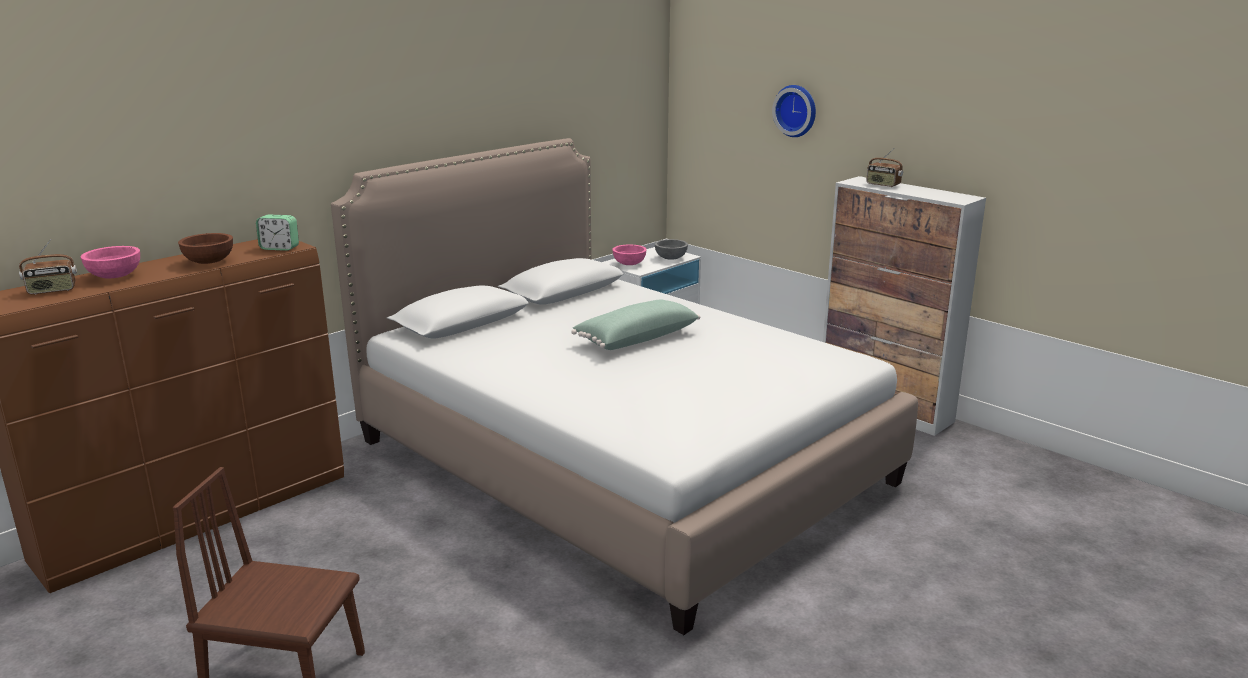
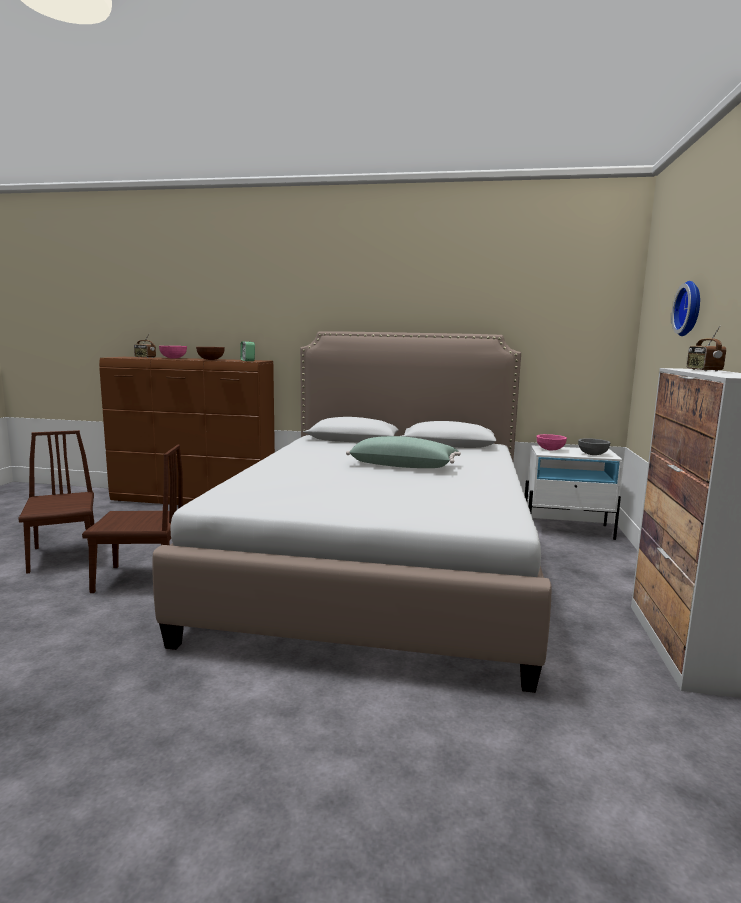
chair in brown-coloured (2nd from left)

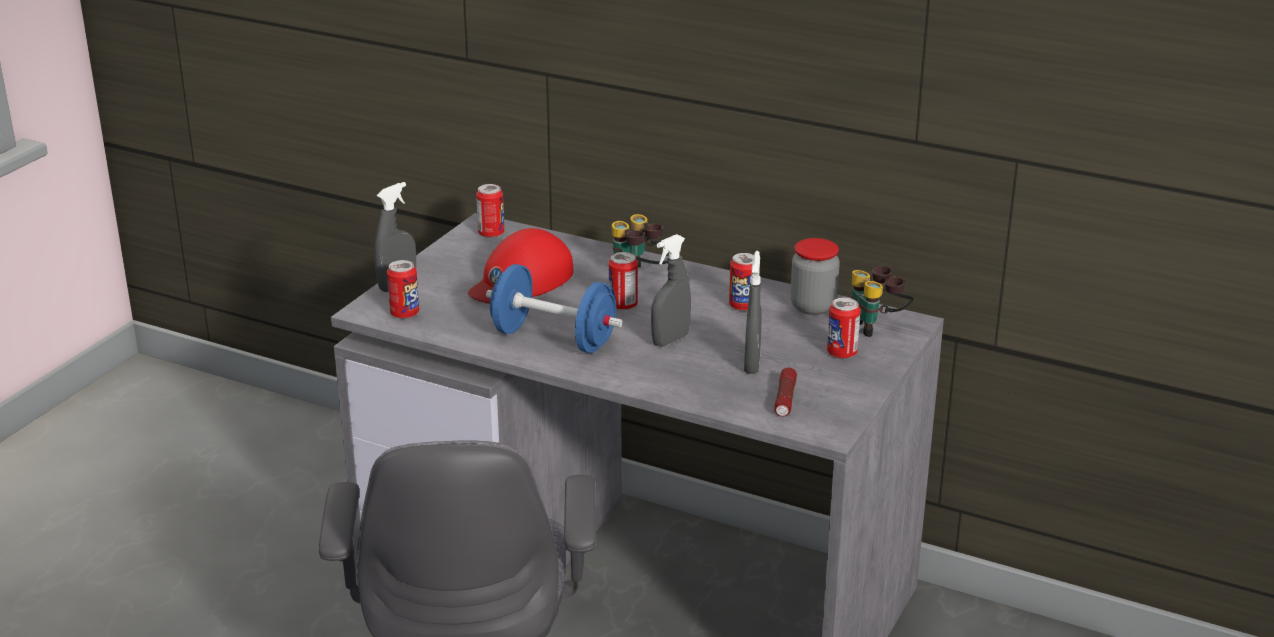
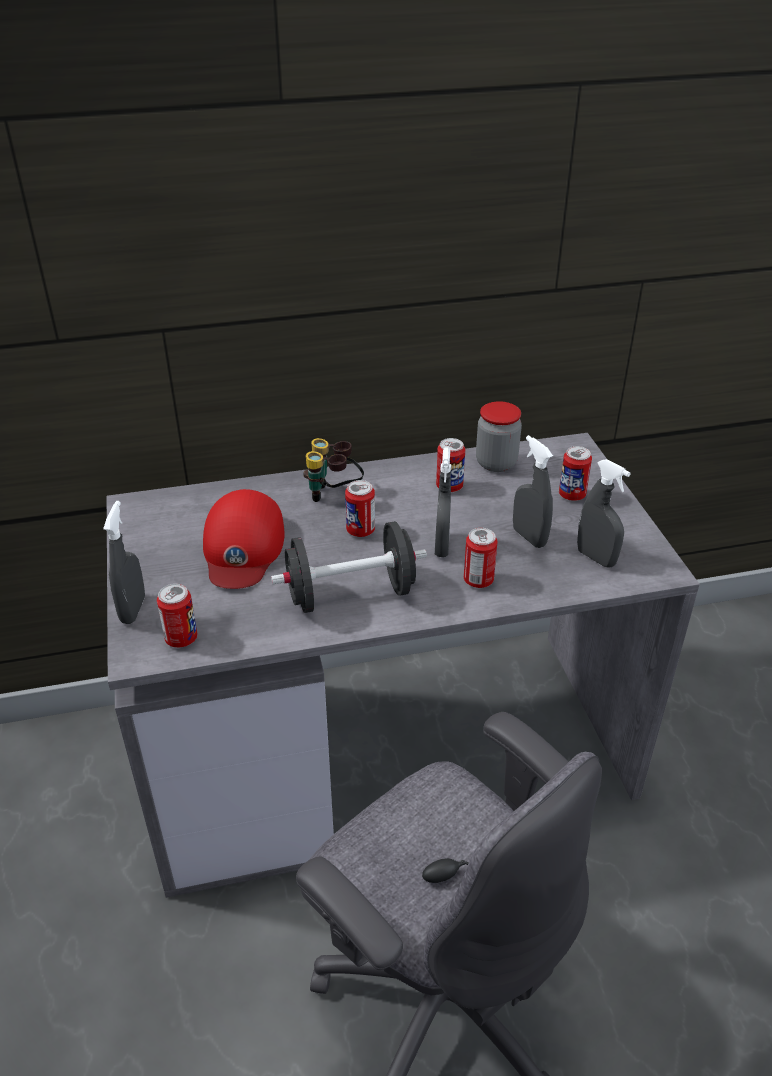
binoculars (2nd from left in the first image); can (4th from left); spray bottle in greyish (4th from left); hand weight in black-coloured

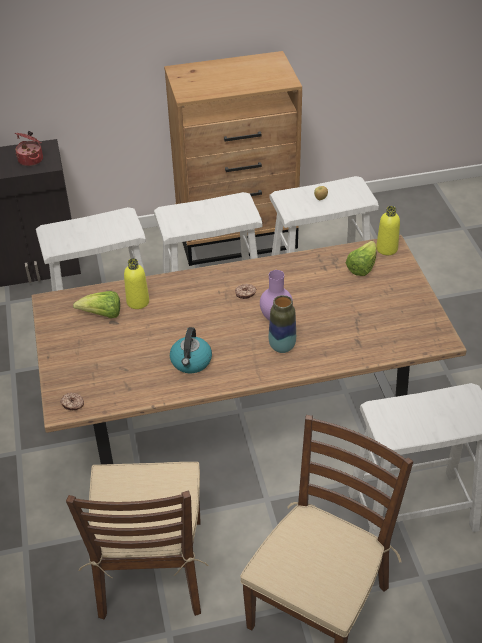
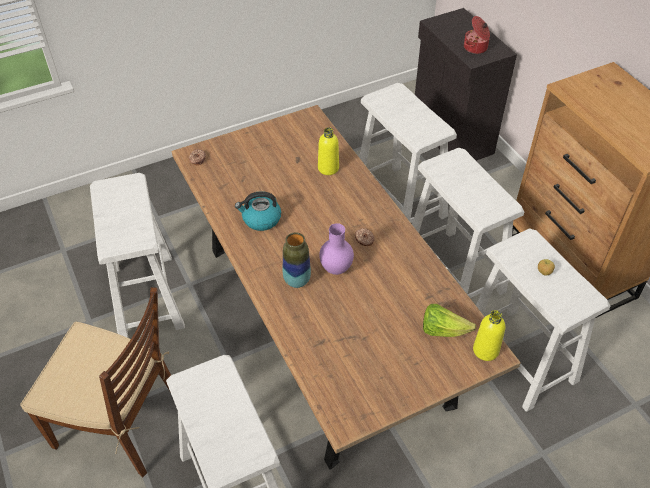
head of lettuce (1st from left in the first image); sitting stool in white (1st from left)

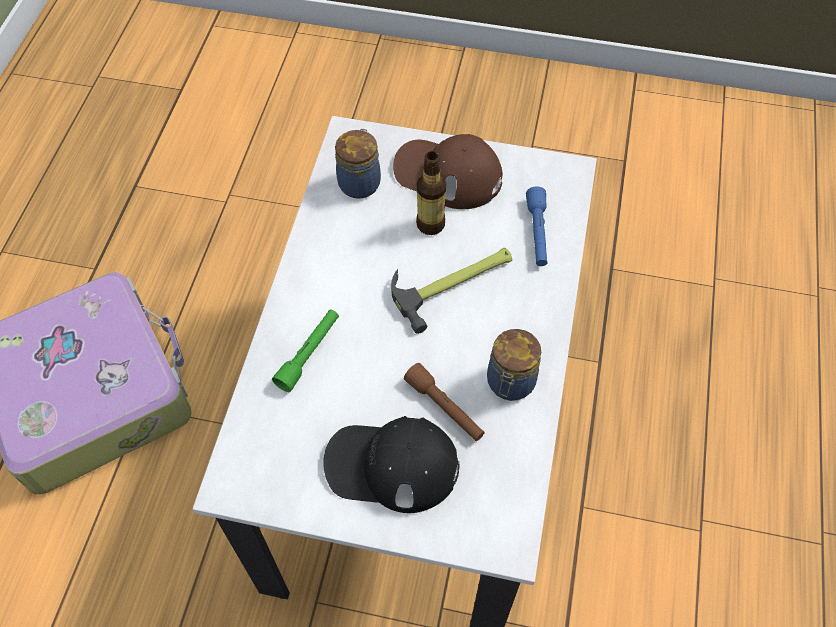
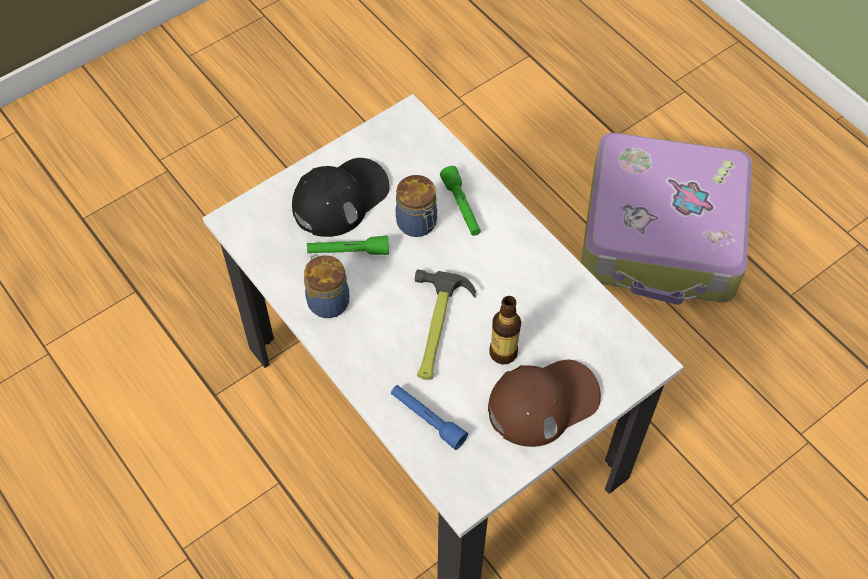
storage jar (2nd from left); flashlight in green-coloured (1st from left)

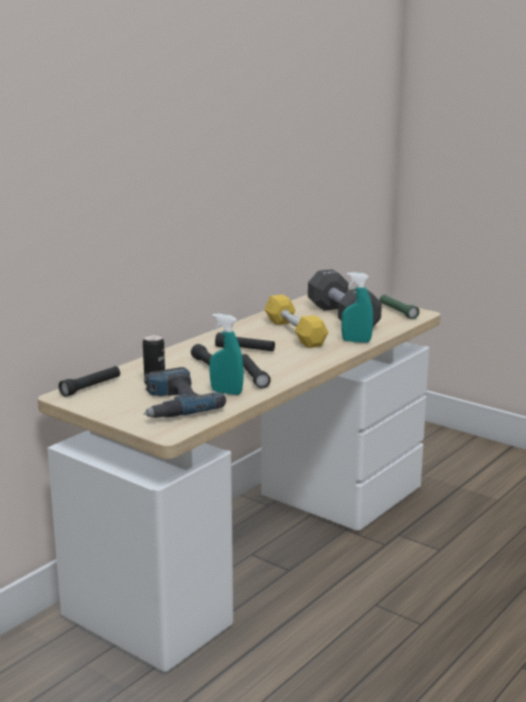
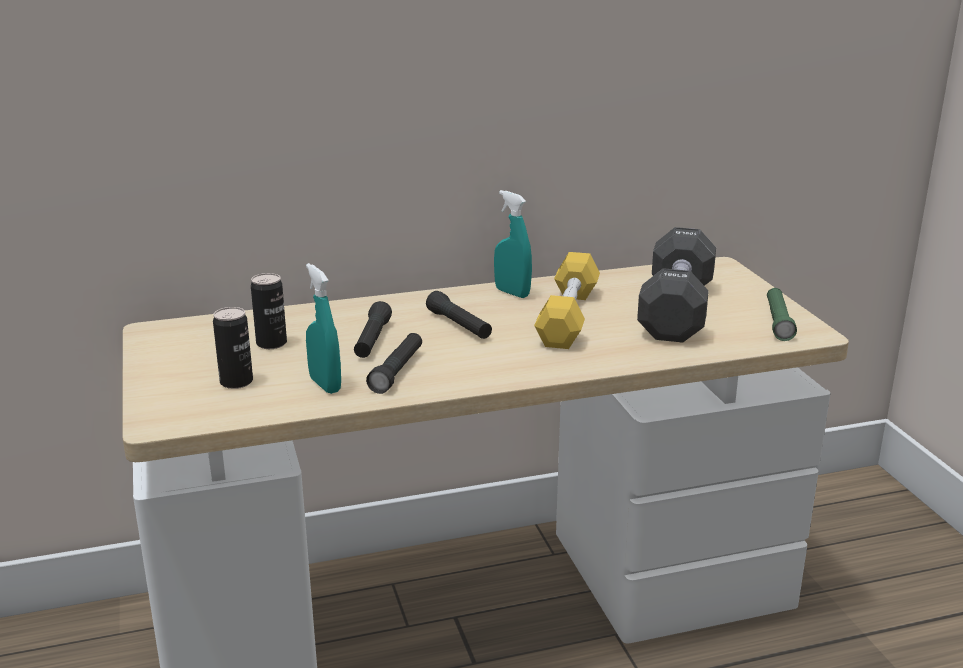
flashlight in black-coloured (1st from left in the first image); spray bottle in turquoise-coloured (2nd from left); can (1st from left)

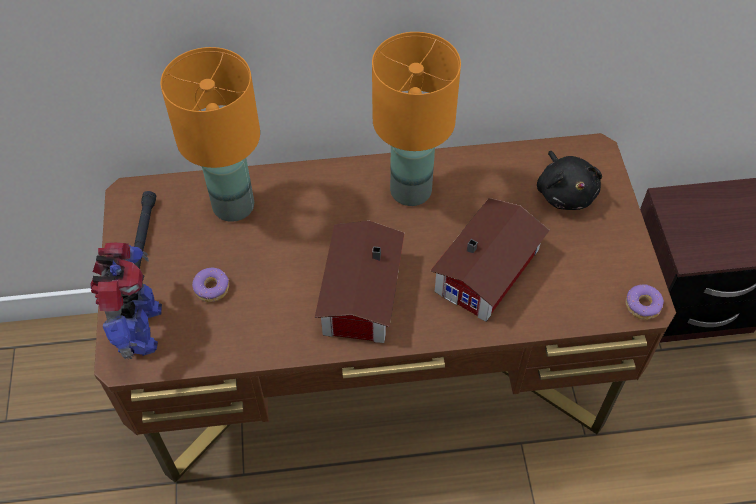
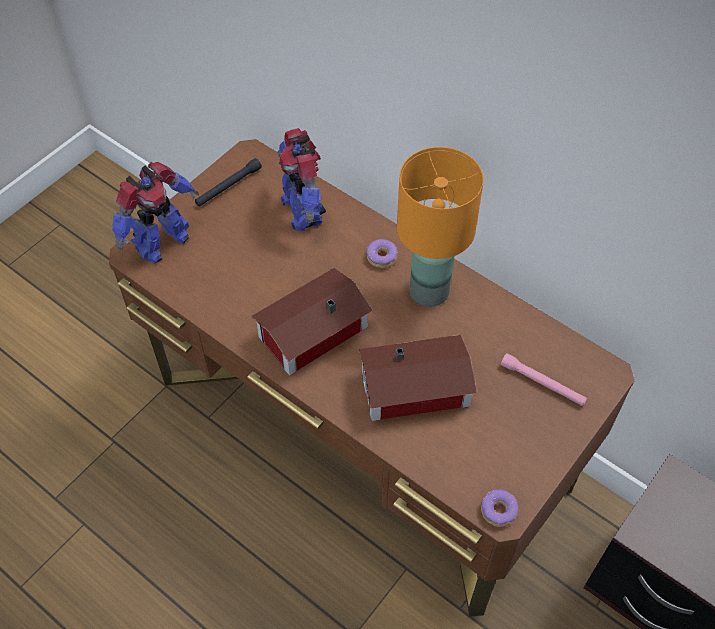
ring doughnut (1st from left); robot figure (2nd from left); flashlight in pink-coloured

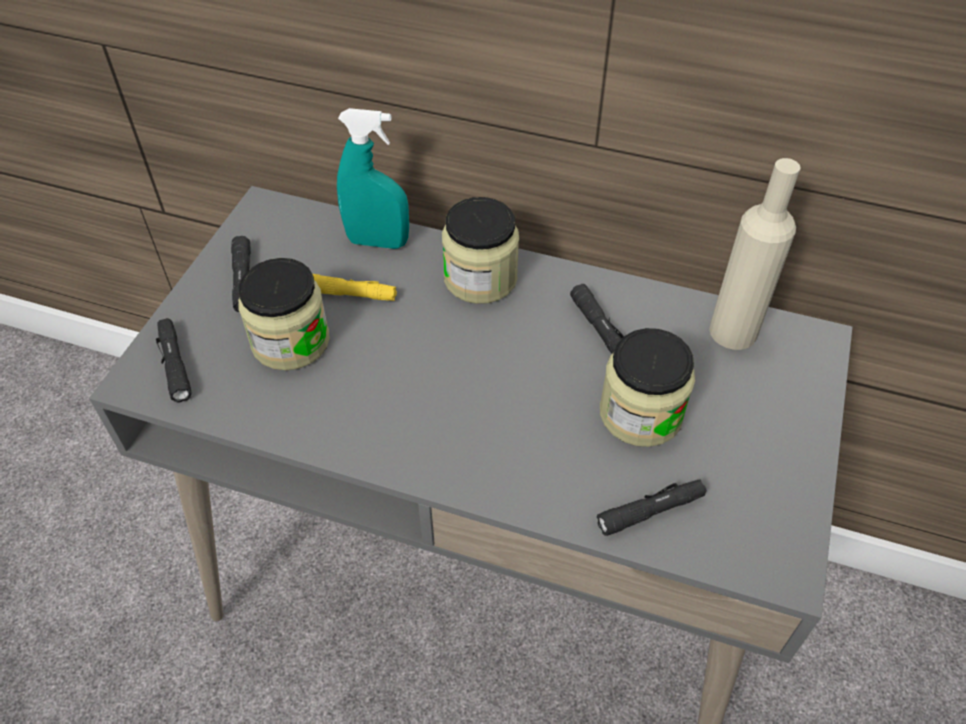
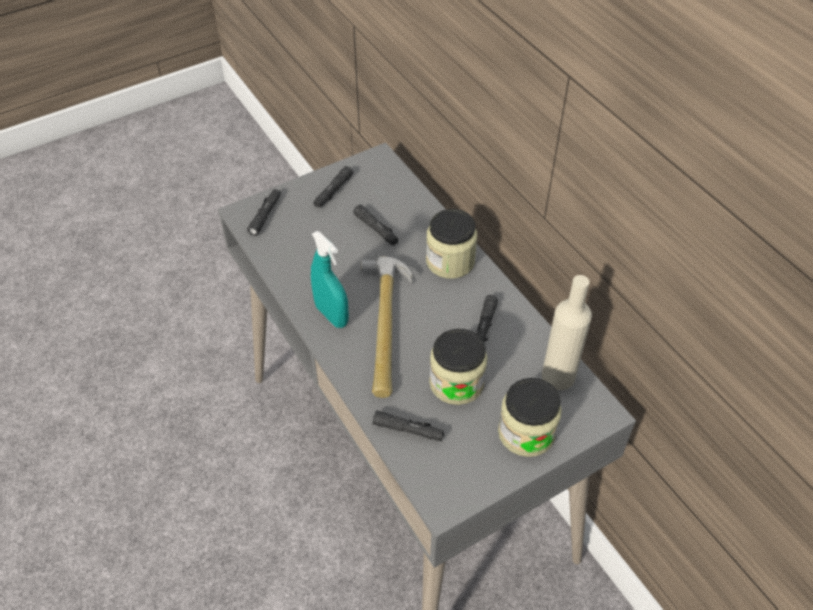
hand hammer; storage jar (3rd from left); spray bottle in turquoise-coloured; flashlight in black-coloured (3rd from left)

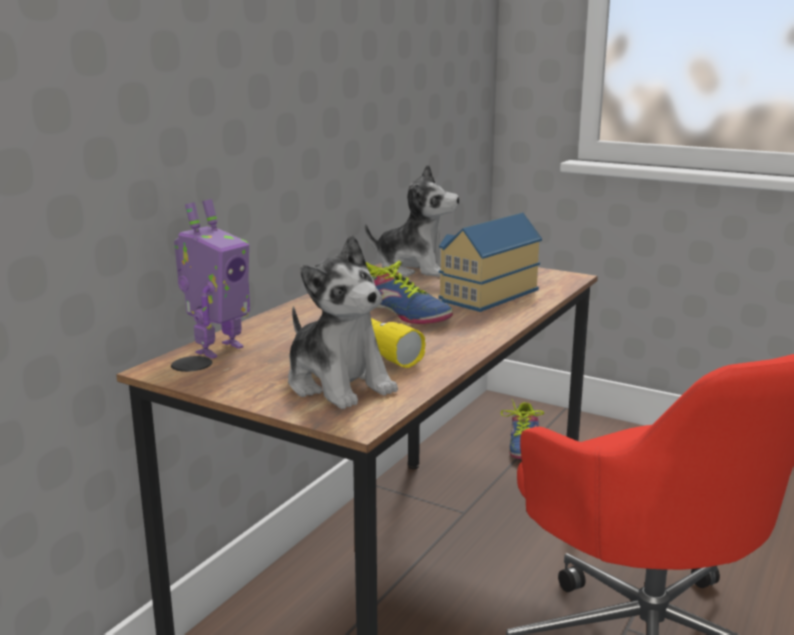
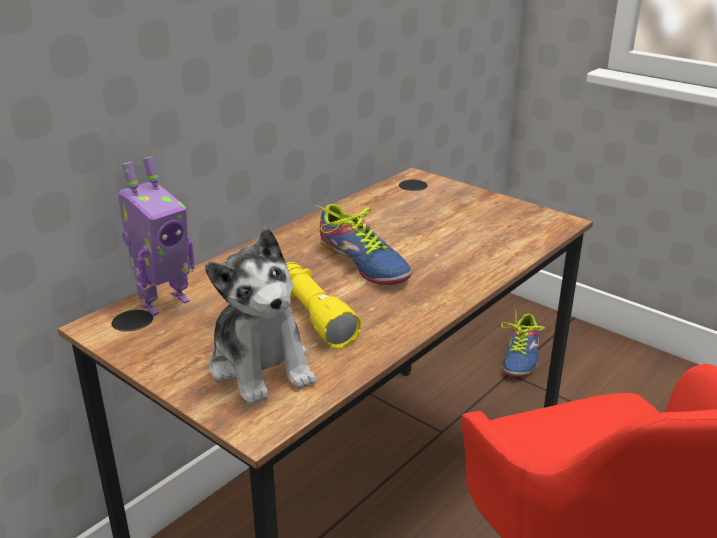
plush toy (2nd from left in the first image); toy house

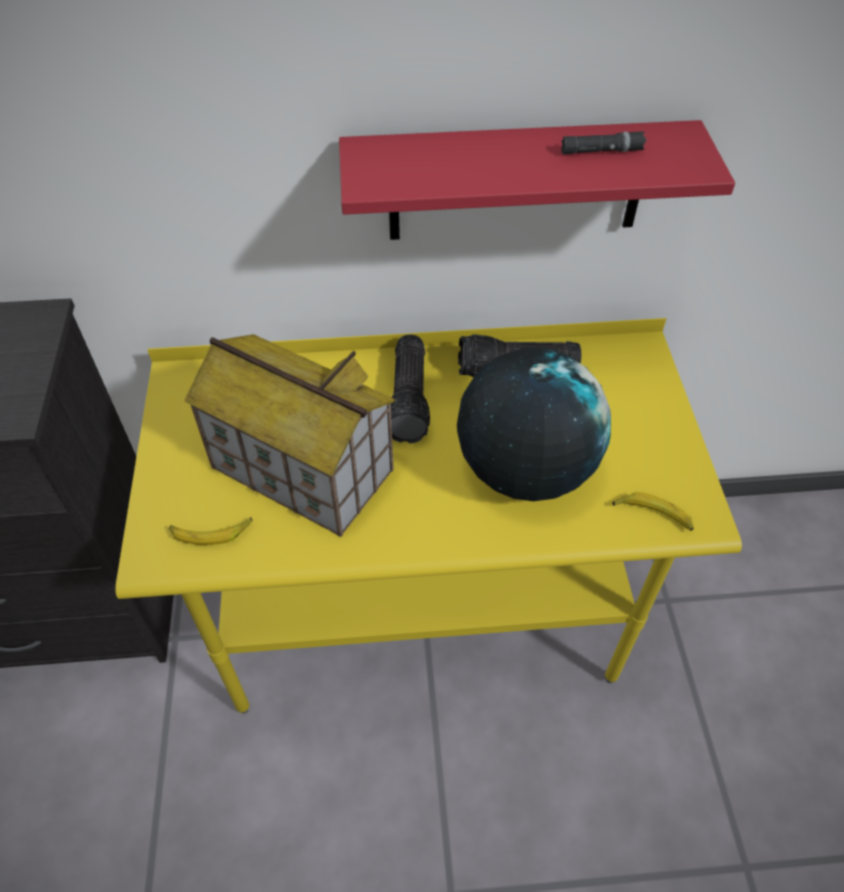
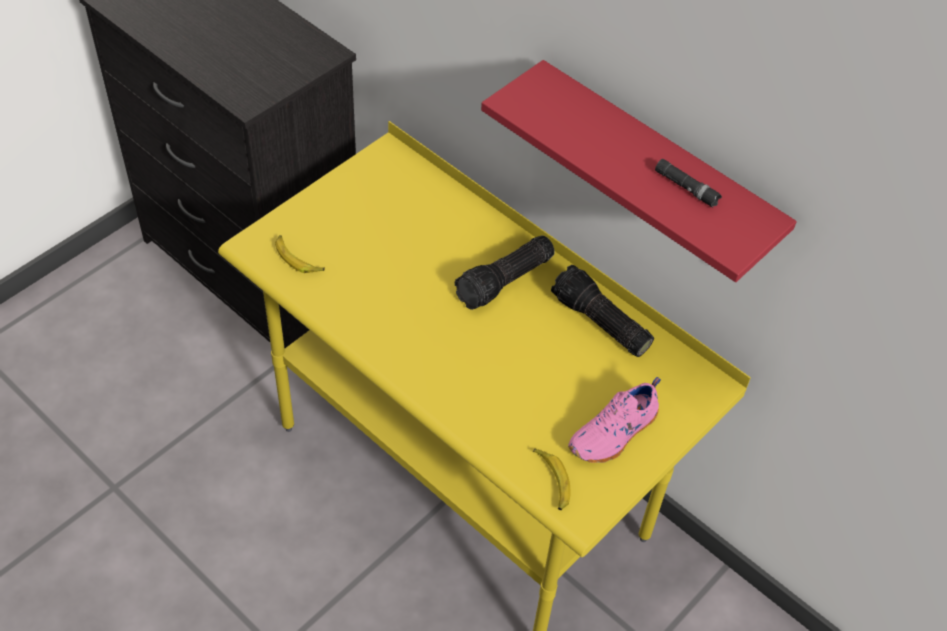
toy house; desk globe; shoe in pink-coloured

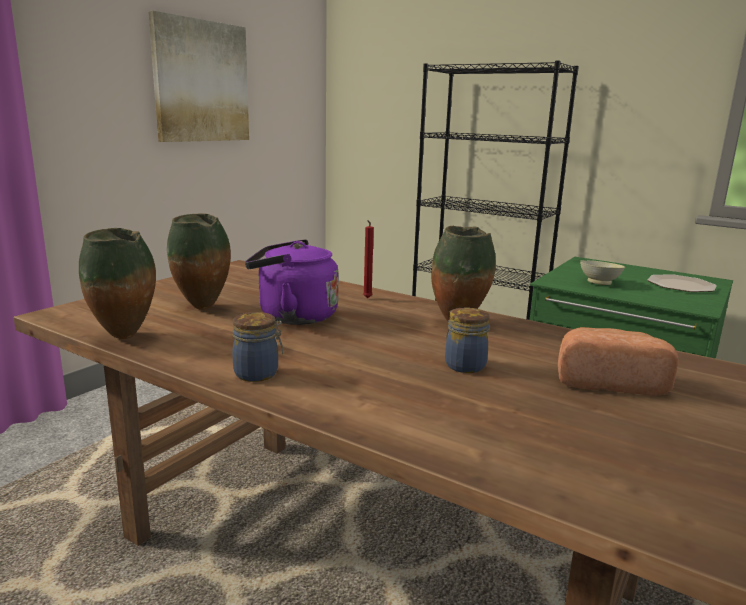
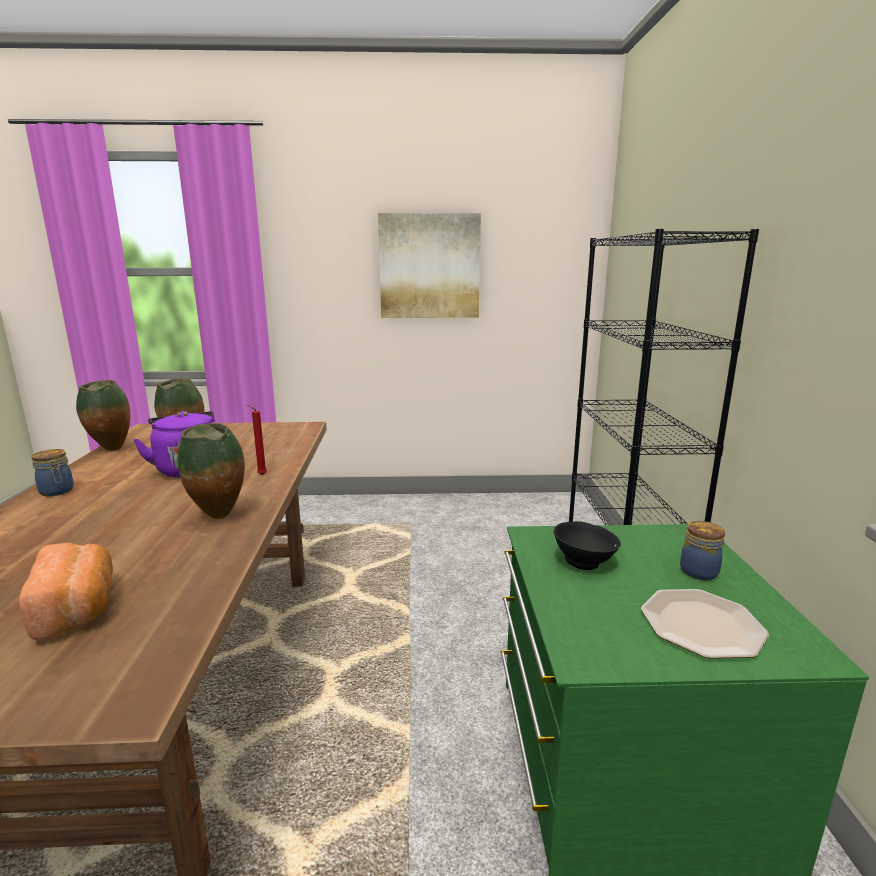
storage jar (2nd from left); serving bowl in black-coloured

